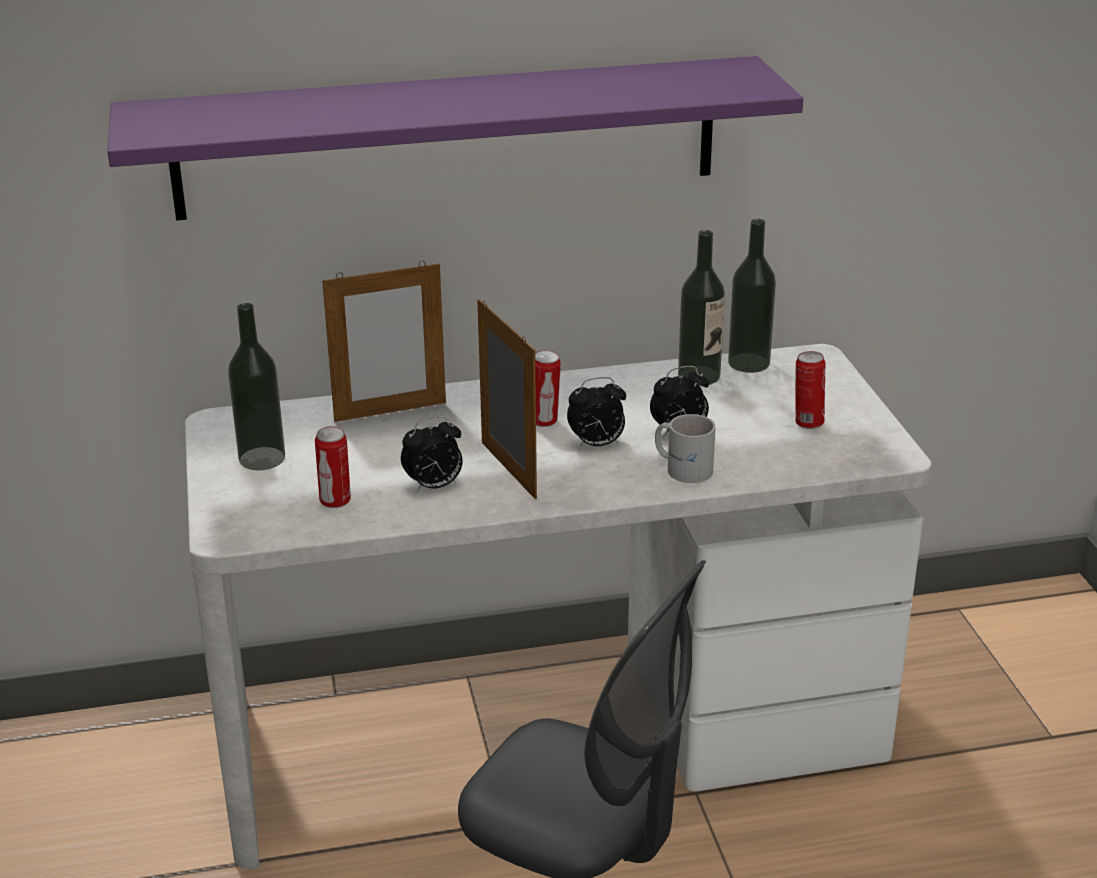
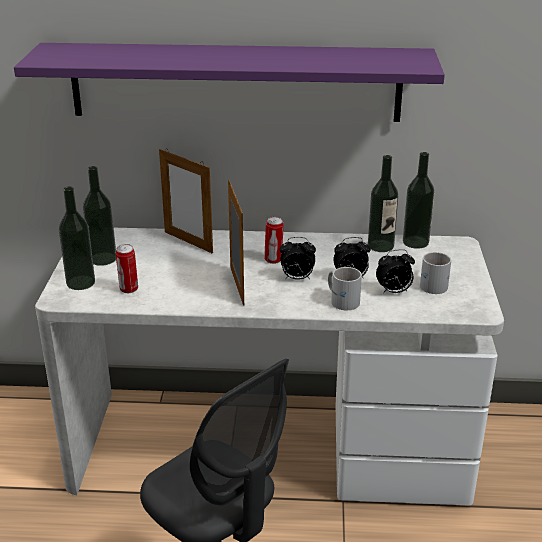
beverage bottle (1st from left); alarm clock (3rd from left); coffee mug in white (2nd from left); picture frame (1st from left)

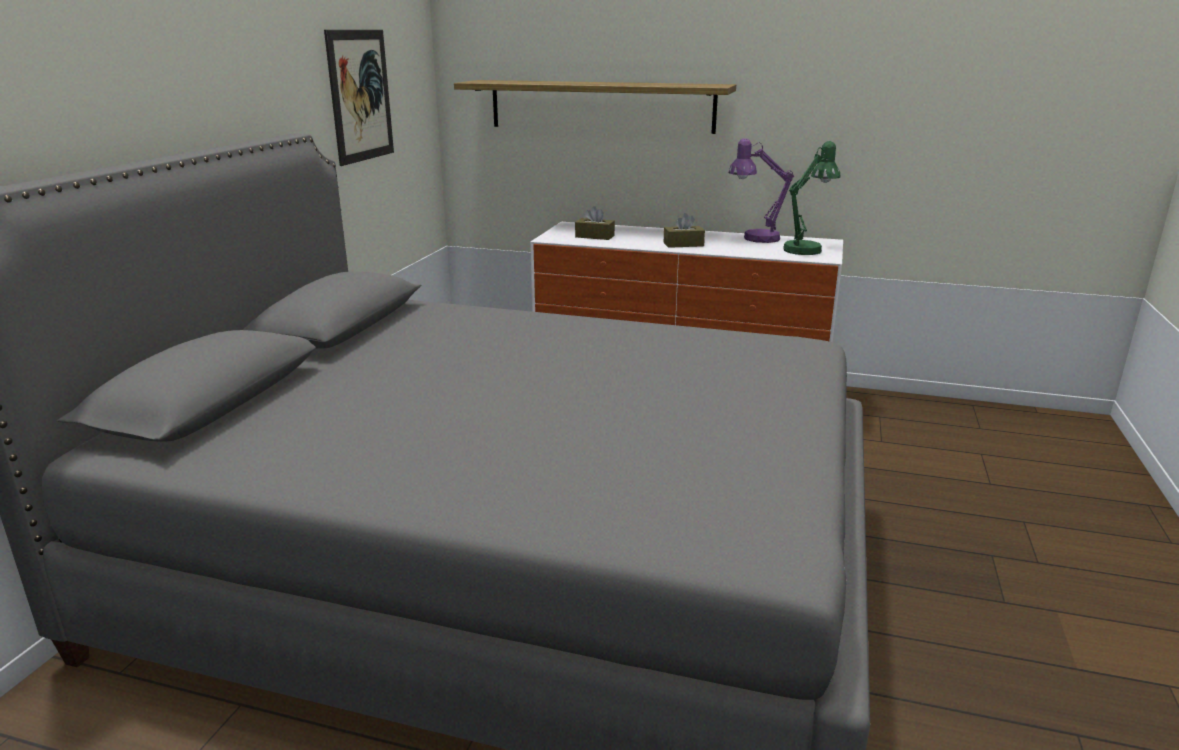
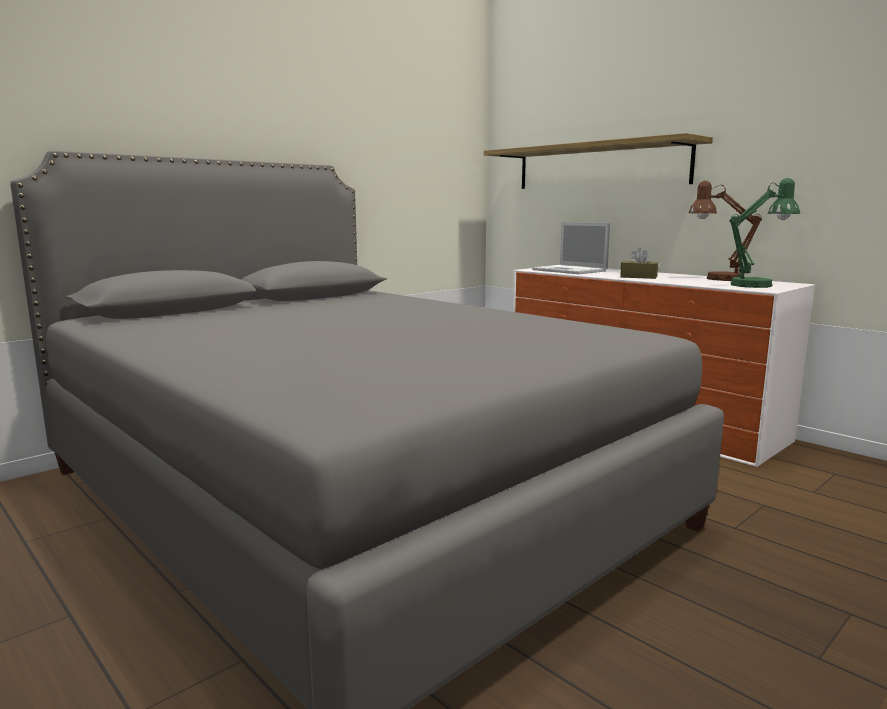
wall picture; laptop; tabletop lamp in brown-coloured

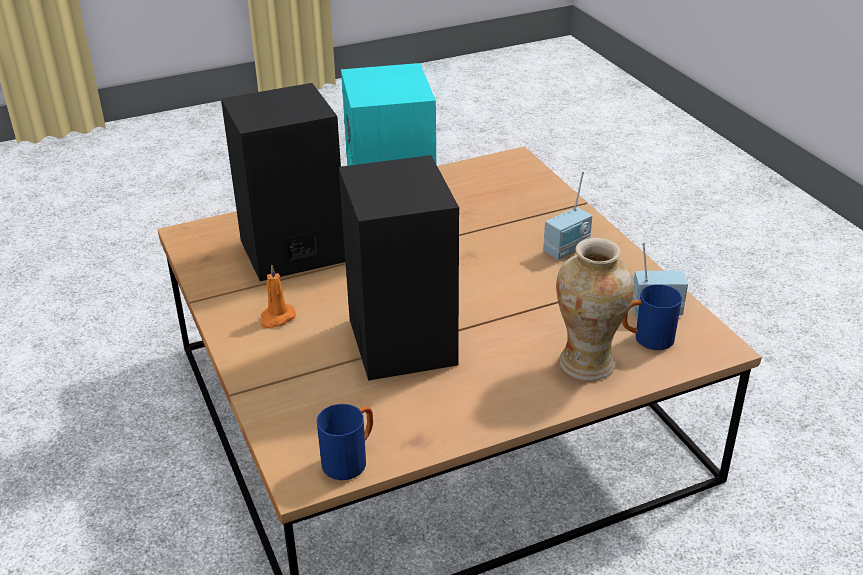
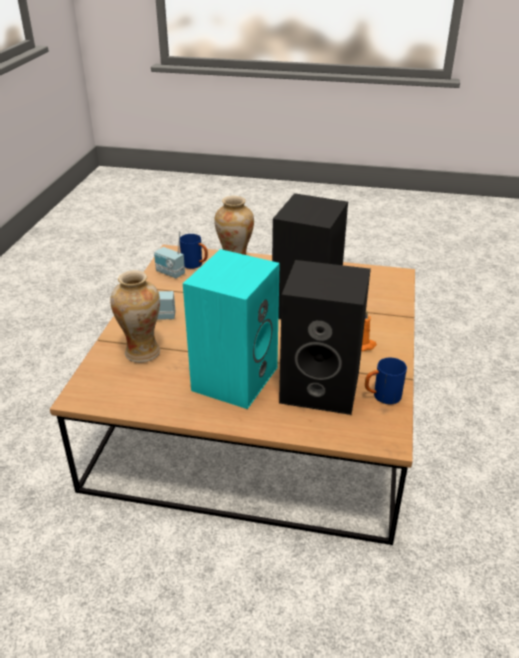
decorative vase (1st from left); coffee mug in blue-coloured (2nd from left)

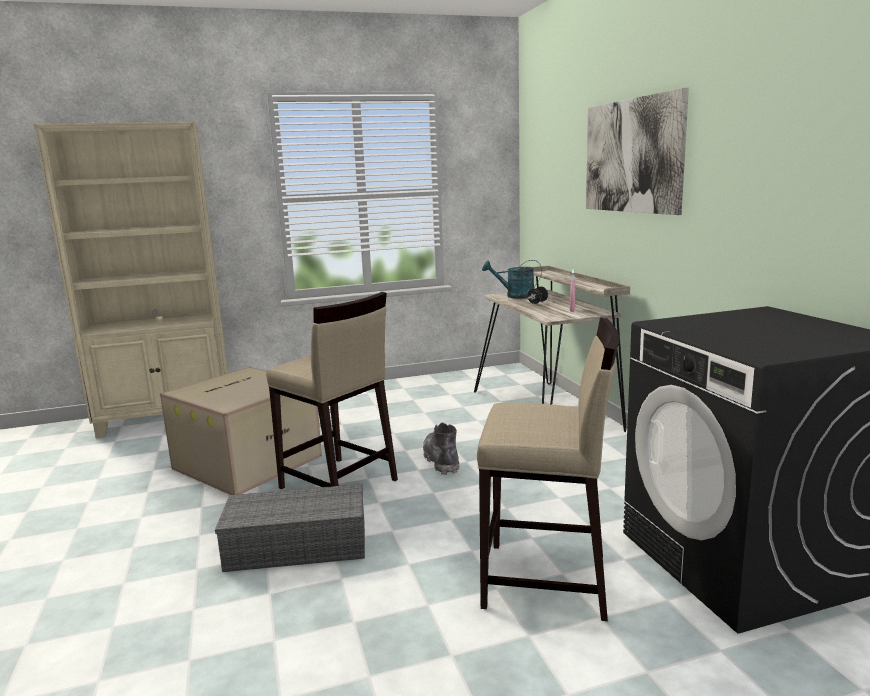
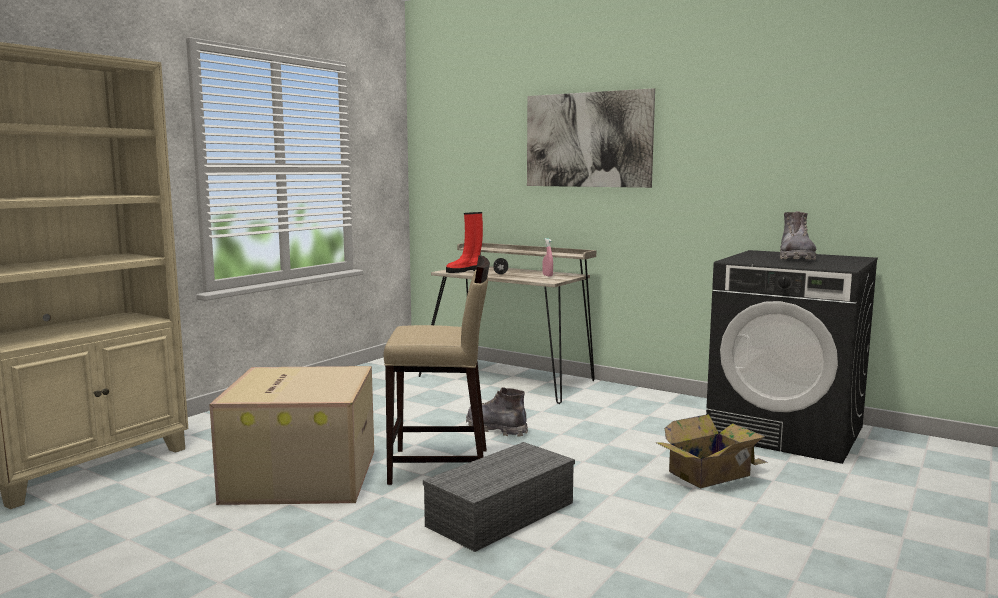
boot in greyish (2nd from left); carton (2nd from left); boot in reddish

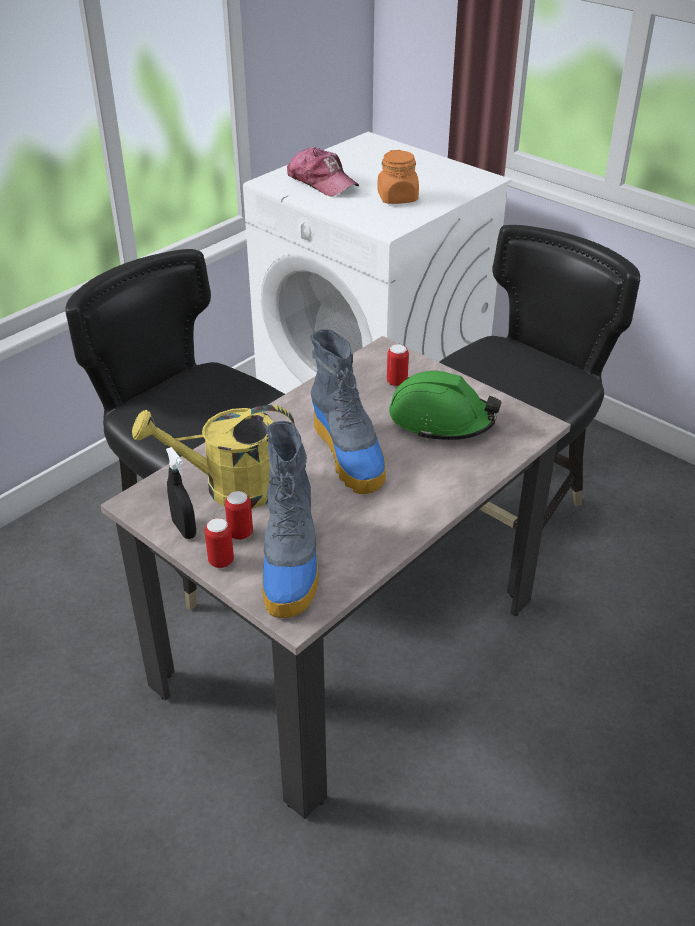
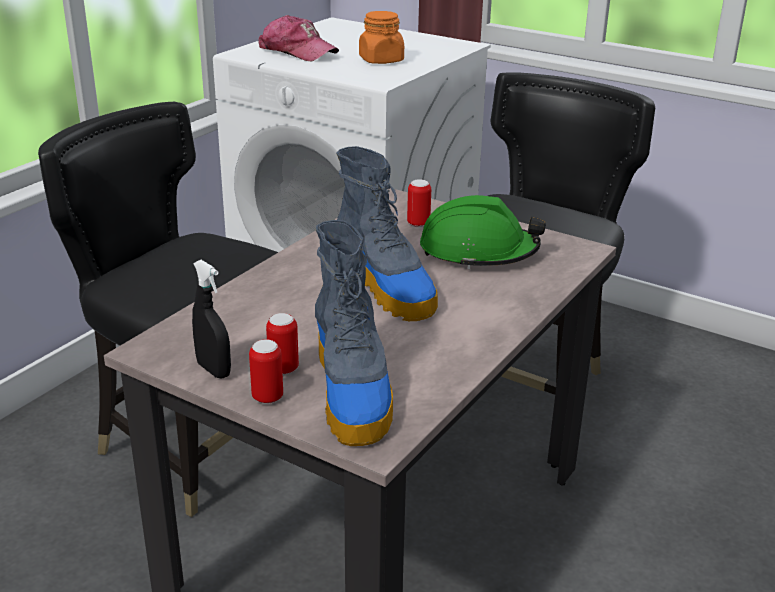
watering pot in yellow-coloured

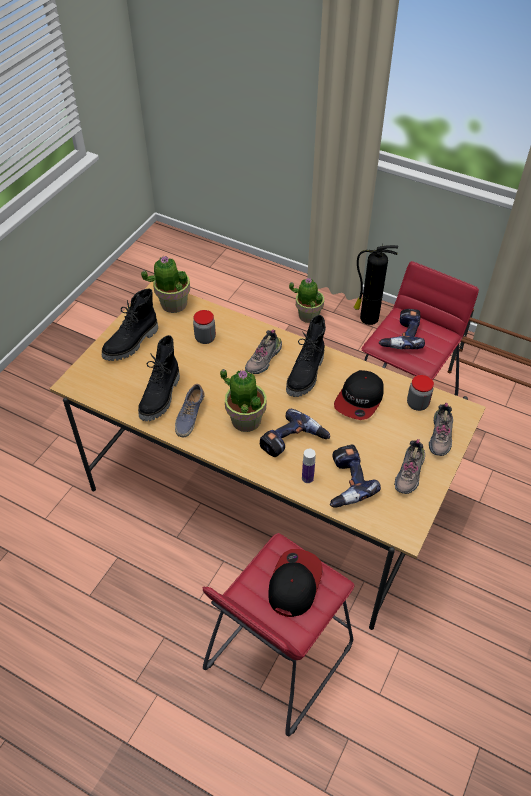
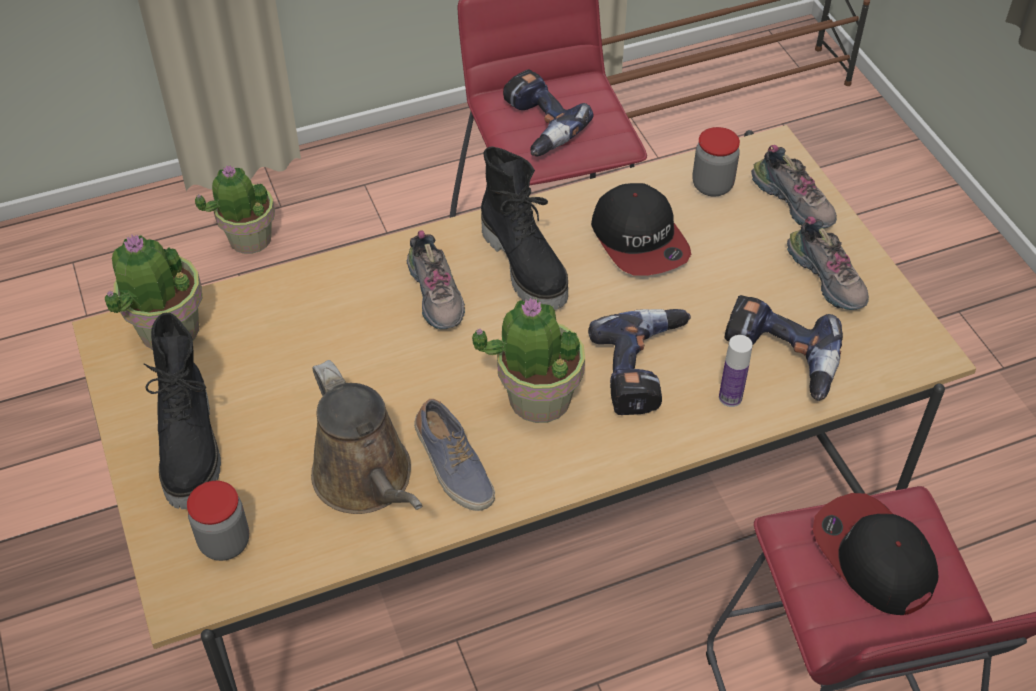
extinguisher; storage jar (1st from left); watering pot in brown-coloured

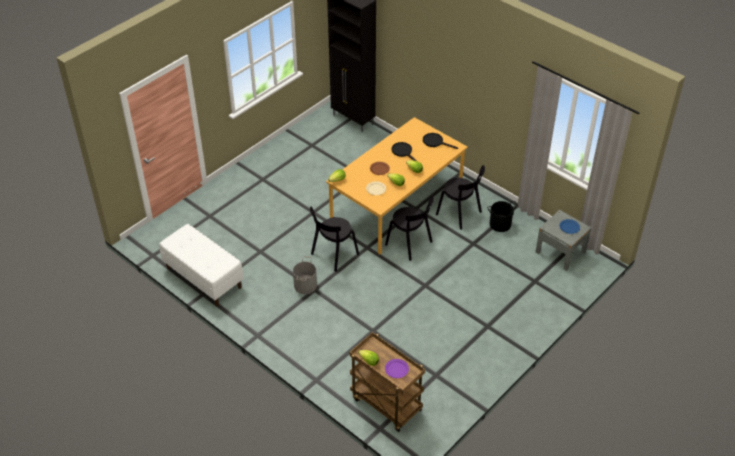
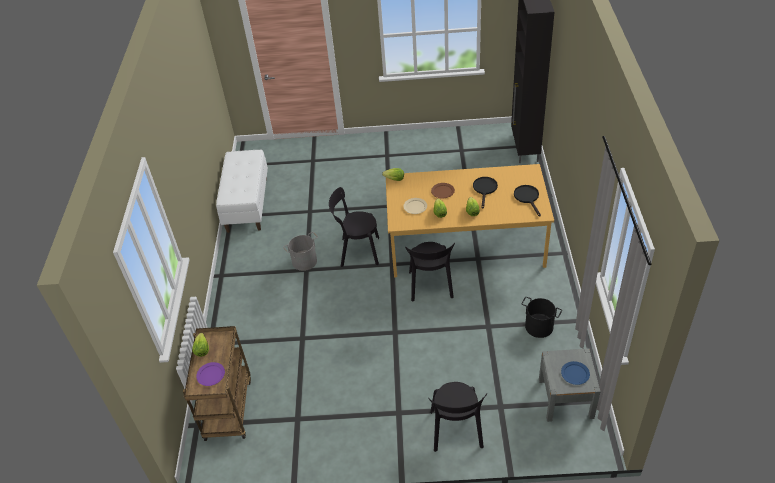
chair in black-coloured (3rd from left)

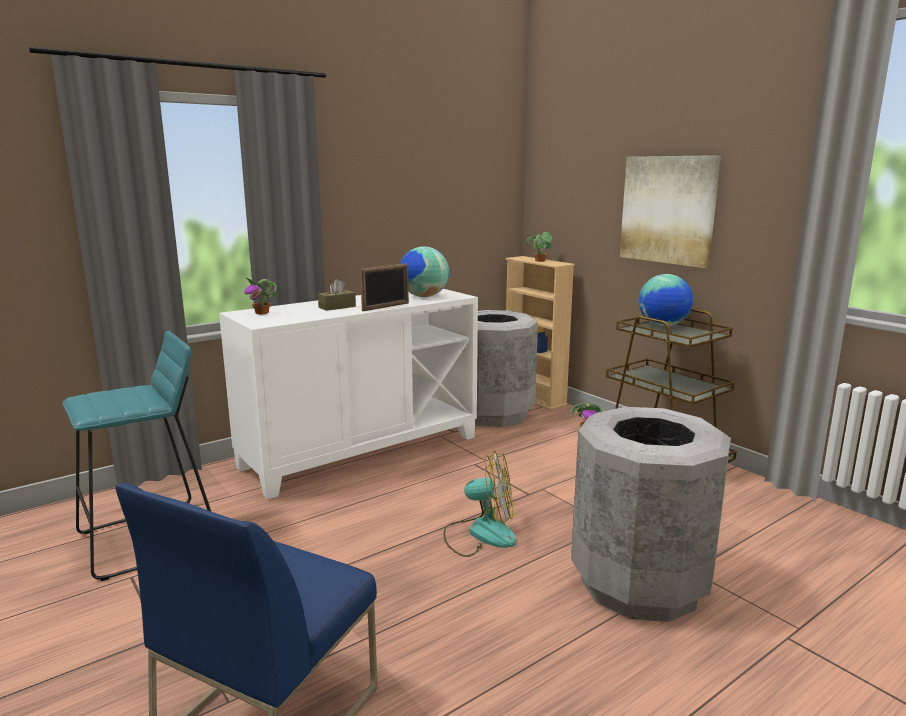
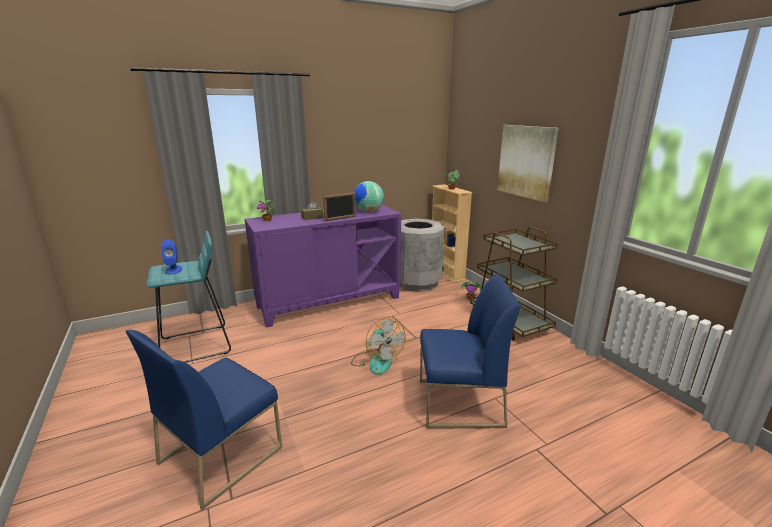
desk globe (2nd from left in the first image); audio speaker in blue-coloured; chair in blue-coloured (2nd from left); storage cabinet in purplish; electric fan

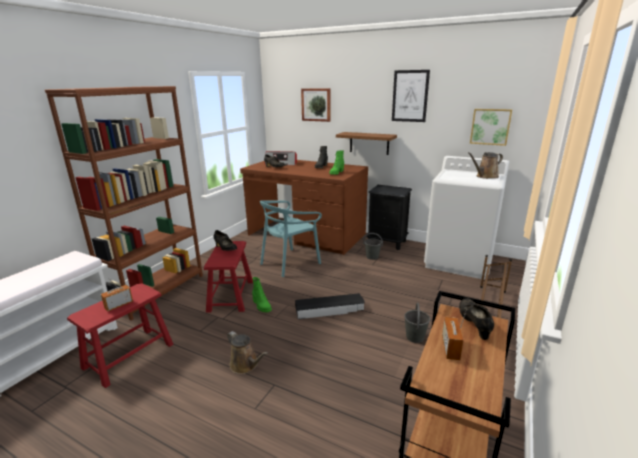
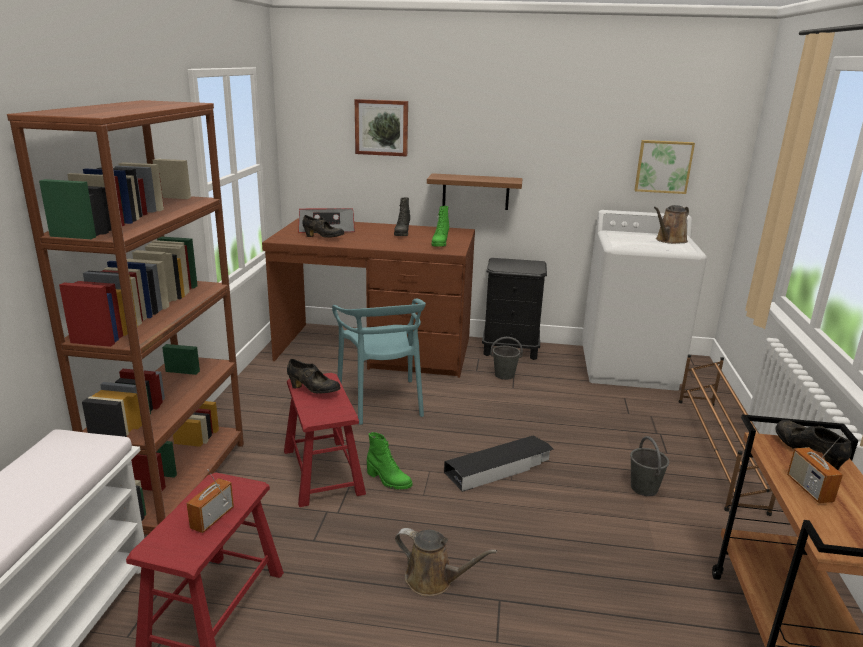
wall picture (2nd from left in the first image); chair in turquoise-coloured

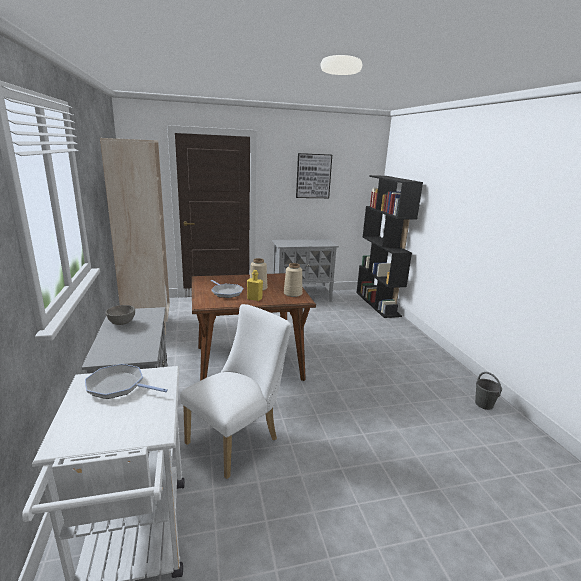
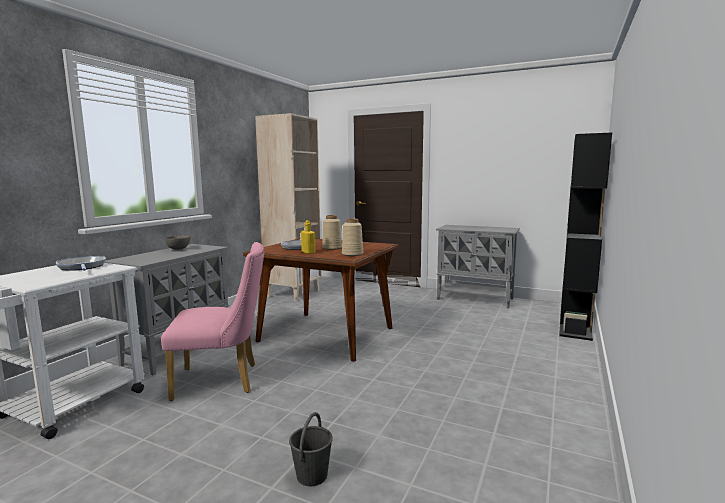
wall picture; bucket in greyish; chair in pink-coloured

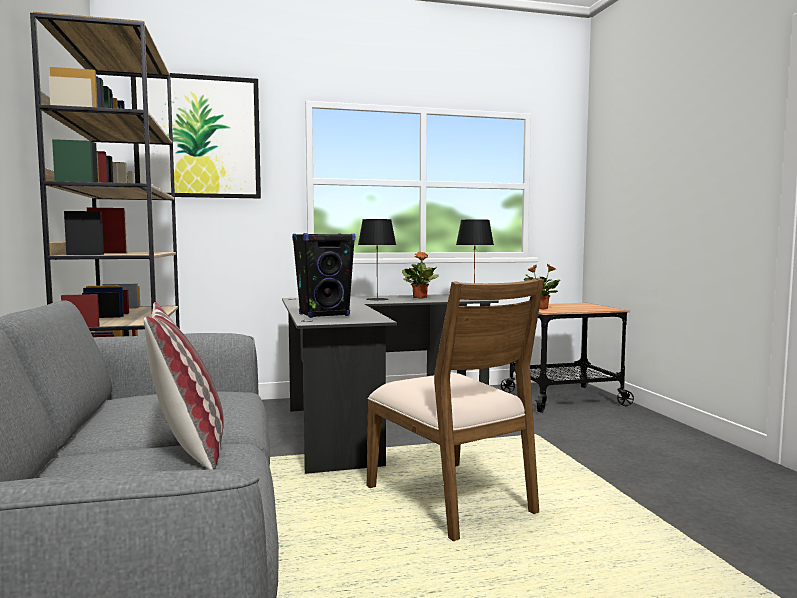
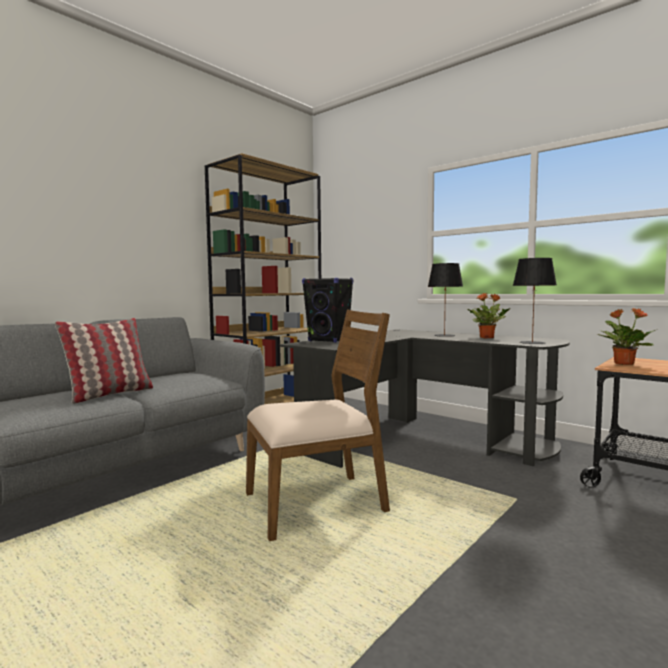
wall picture; chair in brown-coloured

